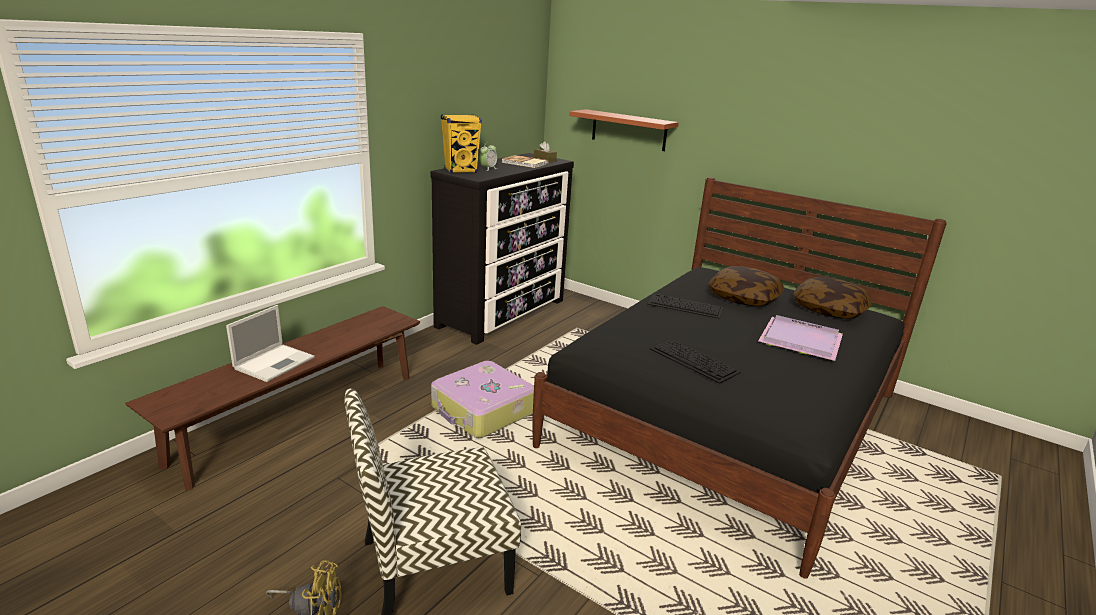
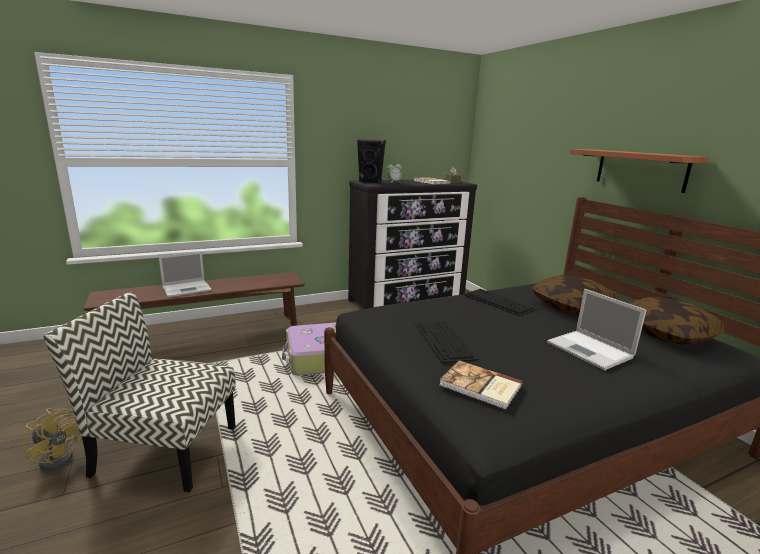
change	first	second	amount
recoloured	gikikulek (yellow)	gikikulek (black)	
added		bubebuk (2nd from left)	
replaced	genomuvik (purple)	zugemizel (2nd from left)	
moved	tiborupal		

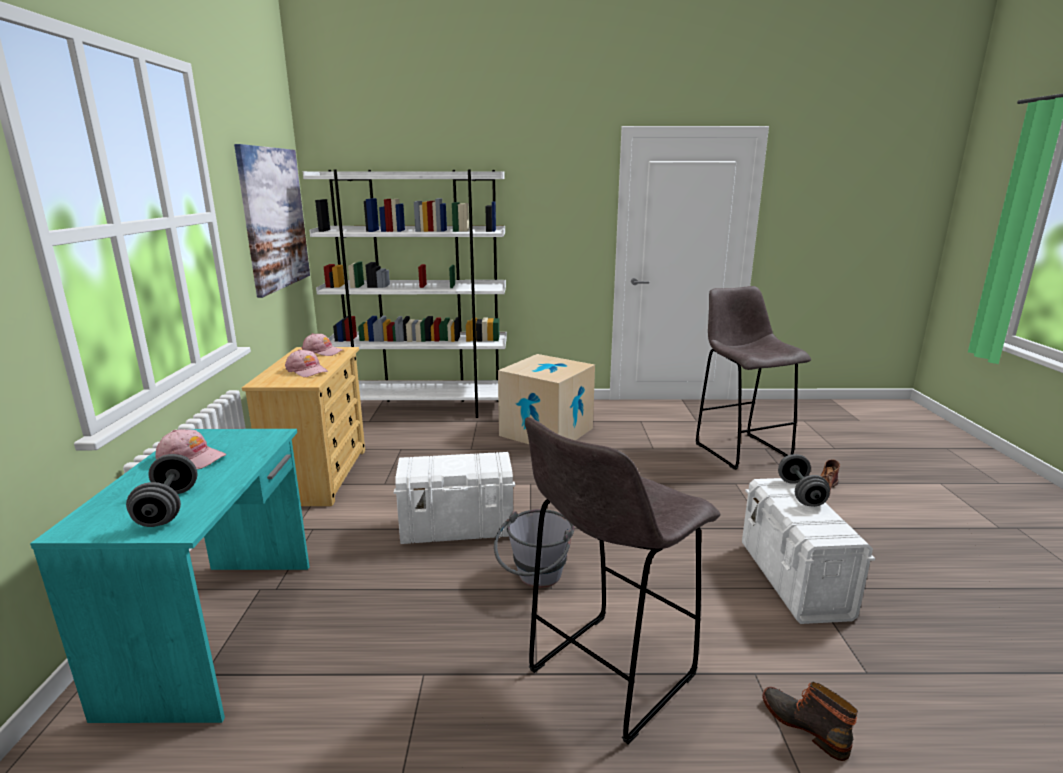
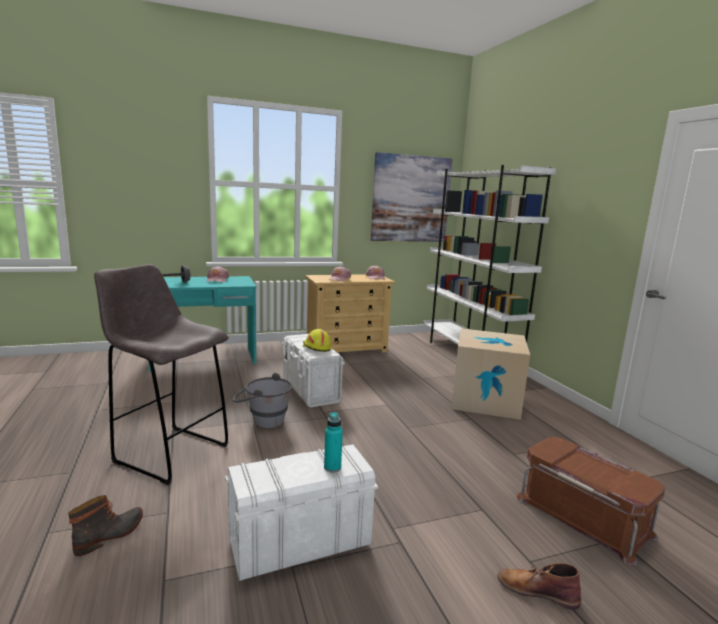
change	first	second	amount
added		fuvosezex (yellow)	
replaced	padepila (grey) (2nd from left)	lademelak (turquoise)	
replaced	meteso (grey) (2nd from left)	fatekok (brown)	

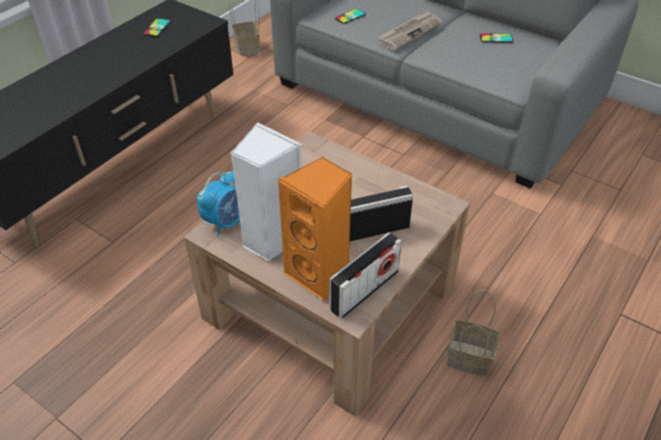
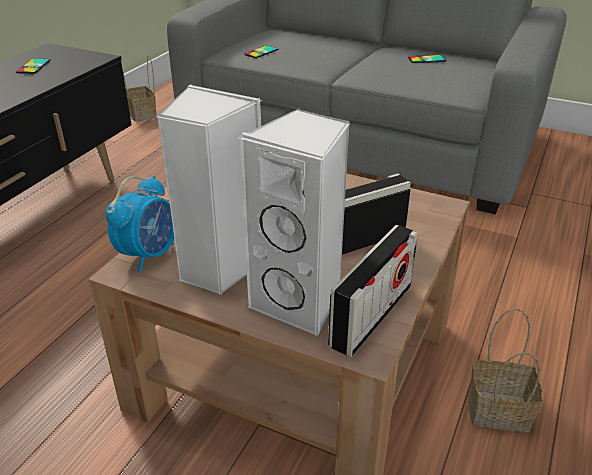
change	first	second	amount
recoloured	gikikulek (orange)	gikikulek (white) (2nd from left)	
removed	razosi		

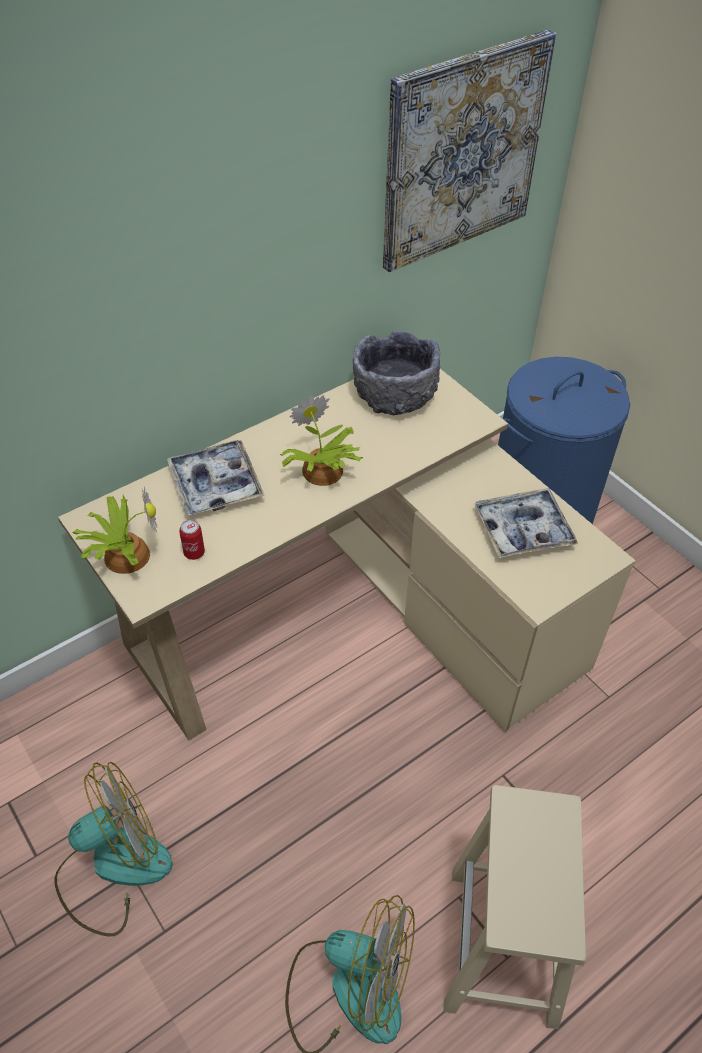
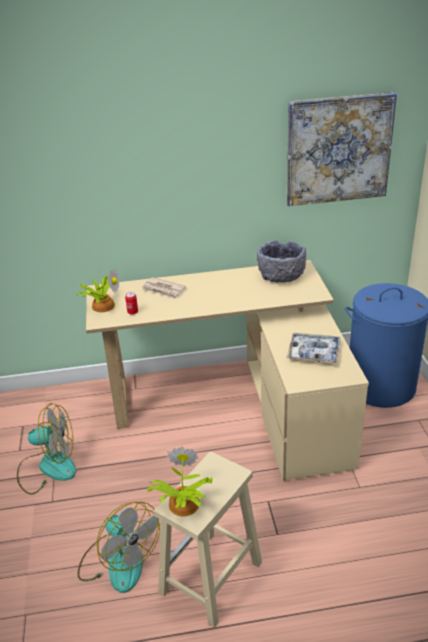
change	first	second	amount
replaced	genomuvik (1st from left)	razosi	
moved	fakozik (2nd from left)		

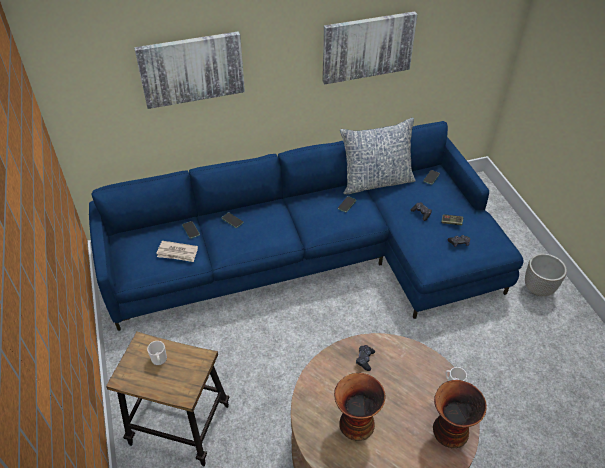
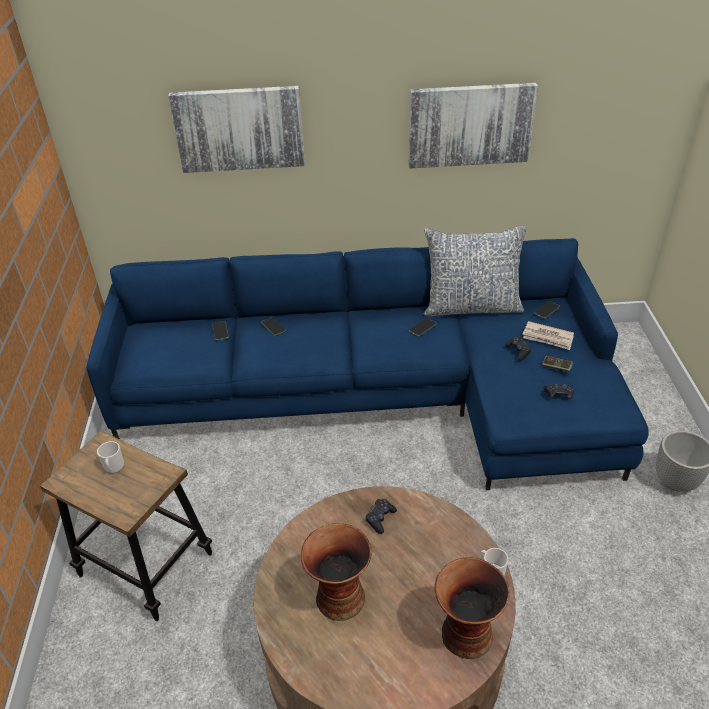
change	first	second	amount
moved	razosi		

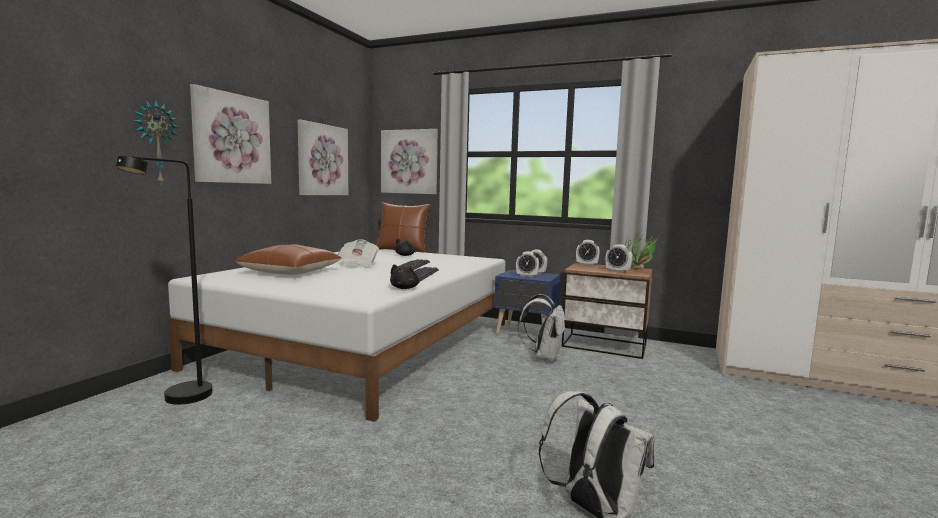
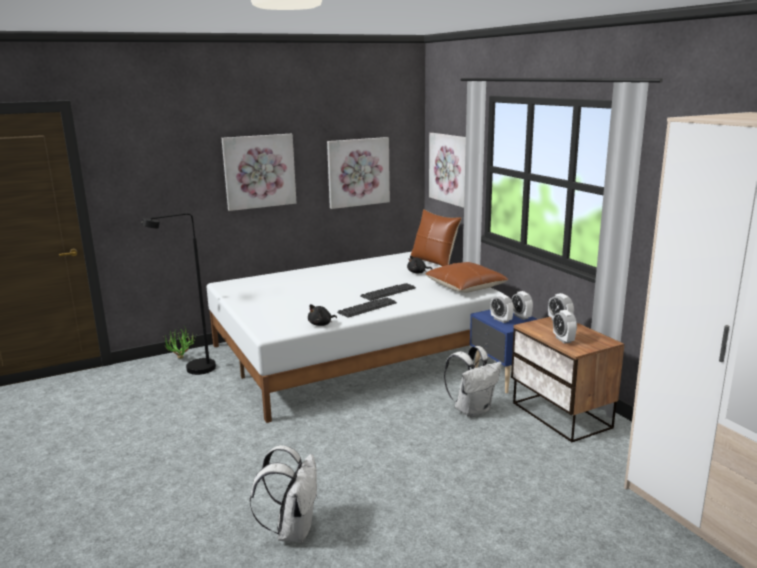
change	first	second	amount
moved	fakozik		
moved	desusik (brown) (1st from left in the first image)	desusik (brown) (2nd from left)	
removed	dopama		
removed	razosi		

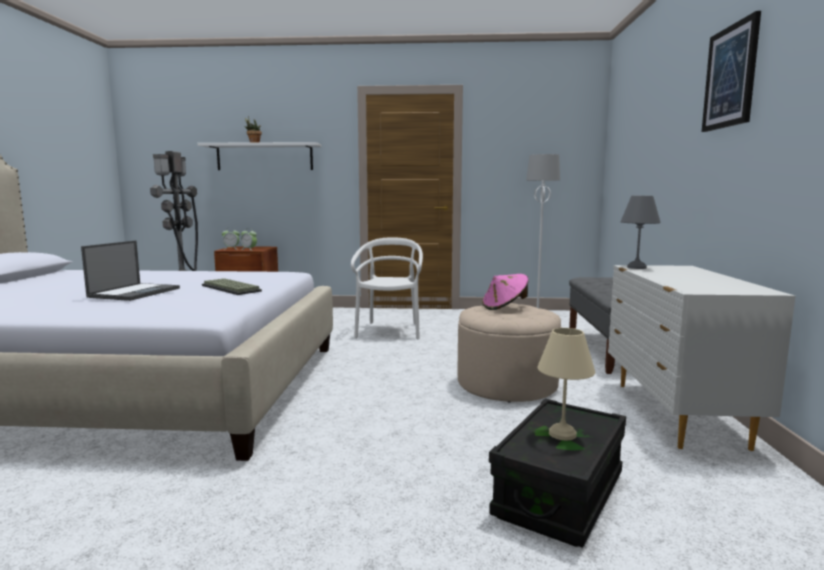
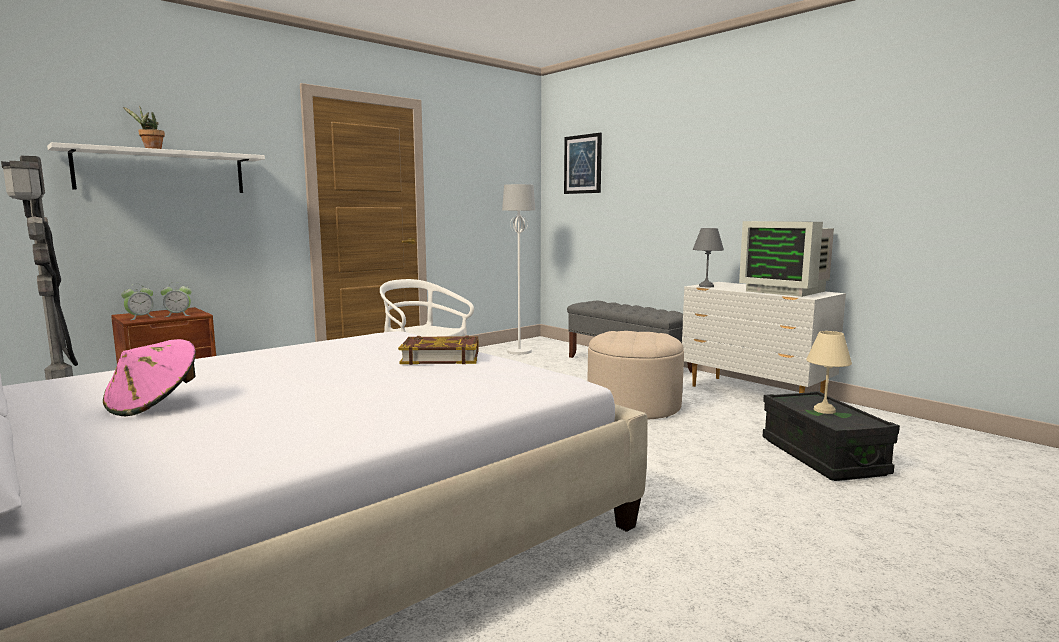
change	first	second	amount
moved	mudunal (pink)		
replaced	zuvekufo	bubebuk	
moved	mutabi		
added		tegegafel	
removed	zugemizel		

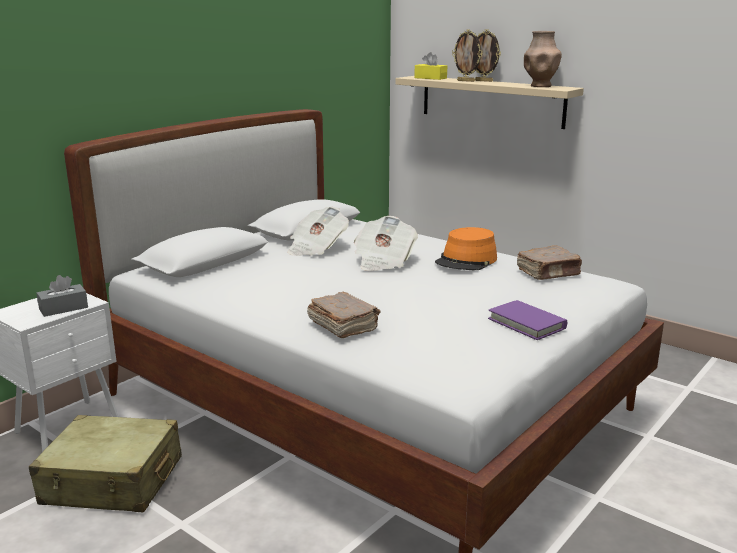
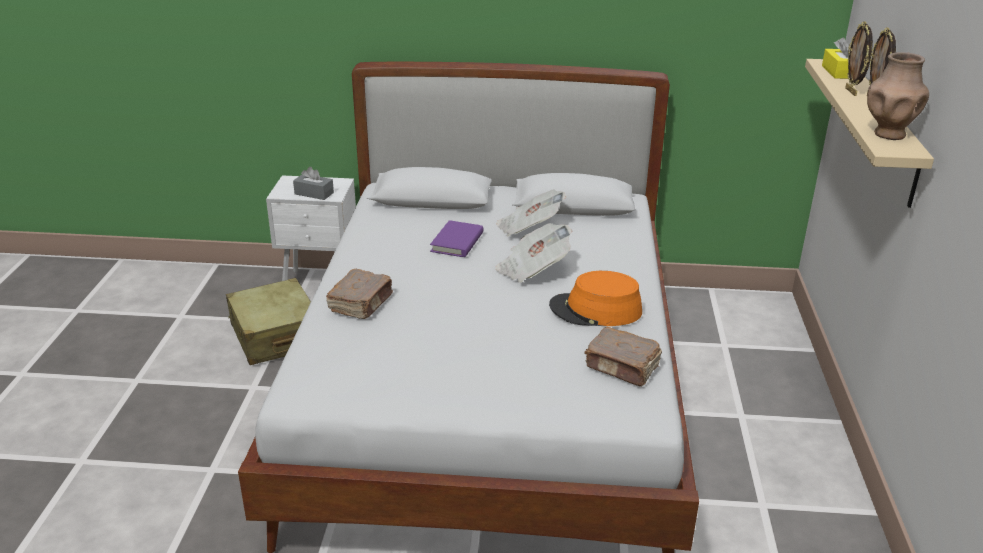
change	first	second	amount
moved	bubebuk (purple)		

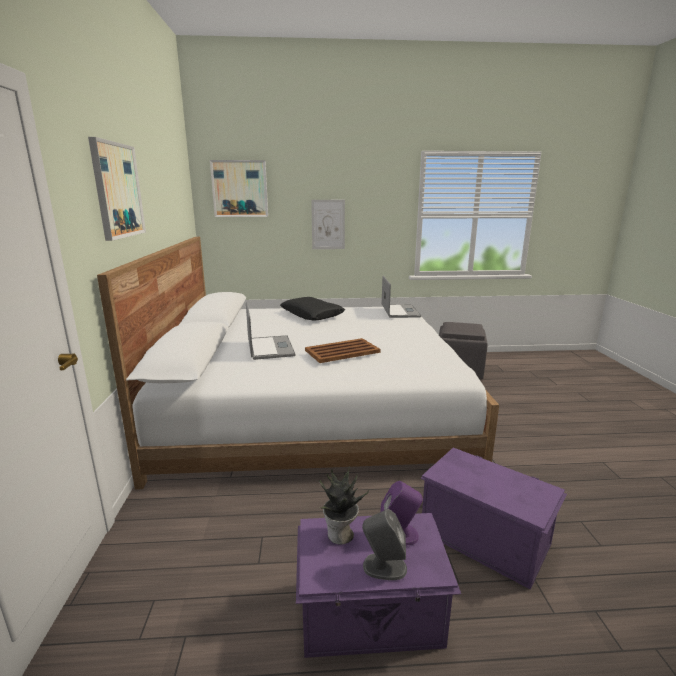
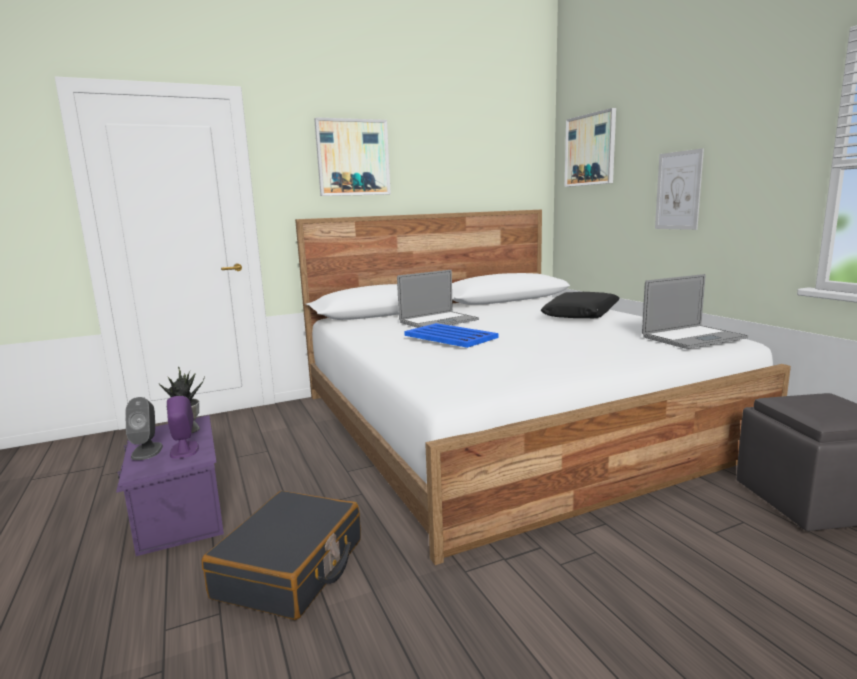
change	first	second	amount
replaced	fatekok (purple) (2nd from left)	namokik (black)	
recoloured	genomuvik (brown)	genomuvik (blue)	

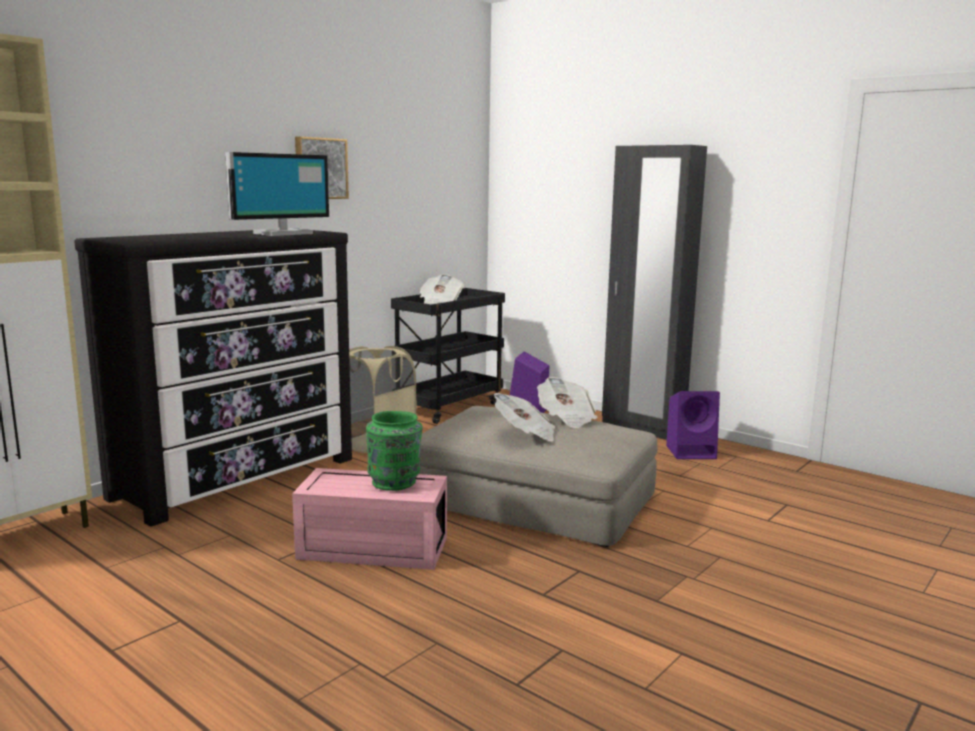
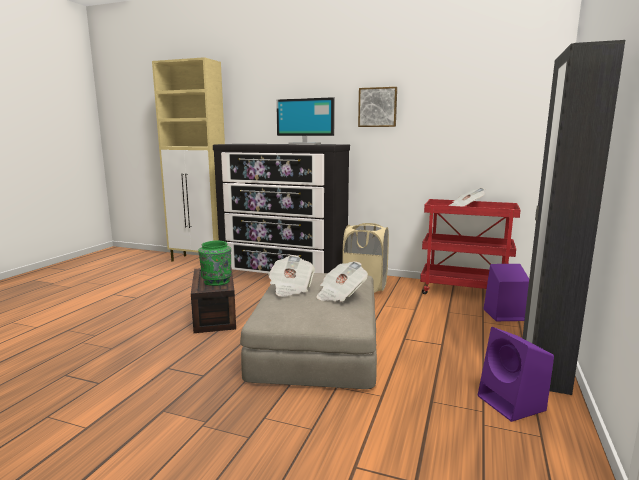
change	first	second	amount
recoloured	fatekok (pink)	fatekok (brown)	
recoloured	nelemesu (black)	nelemesu (red)	

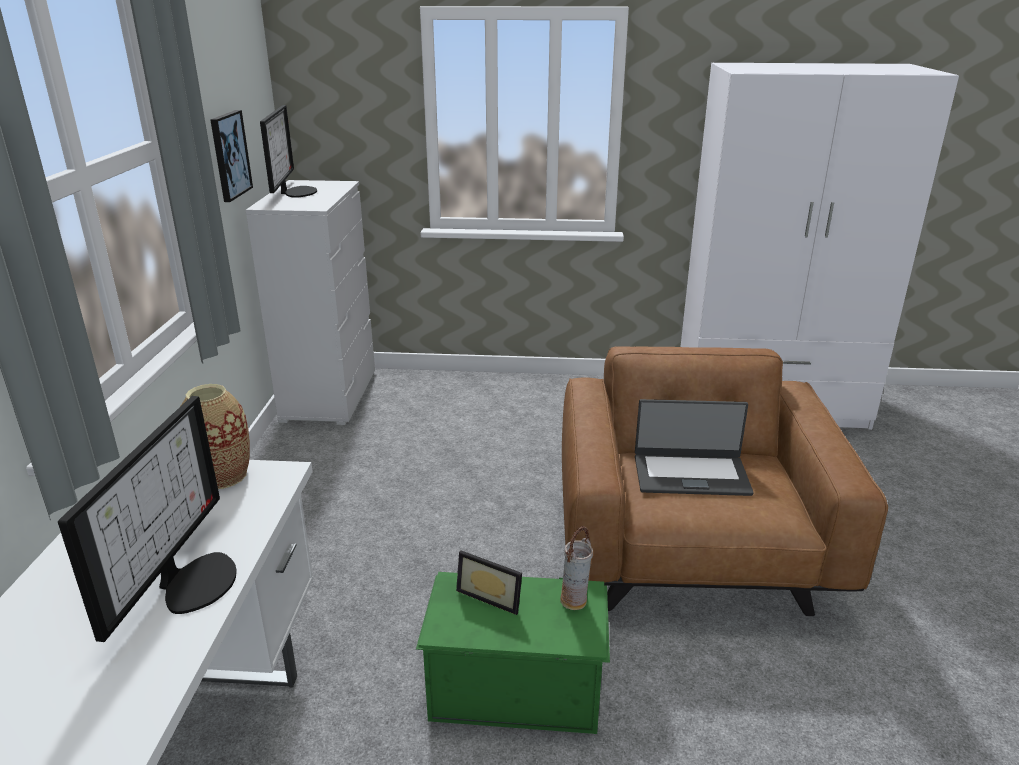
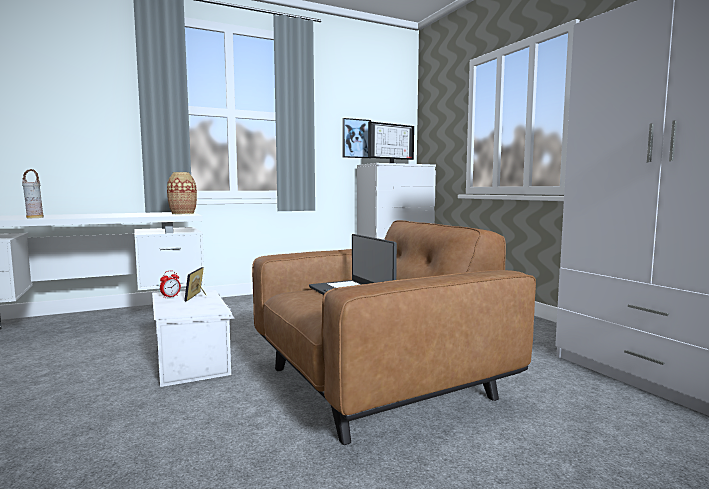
change	first	second	amount
moved	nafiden (2nd from left in the first image)	nafiden (1st from left)	
recoloured	fatekok (green)	fatekok (white)	
added		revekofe	
removed	tegegafel (1st from left)		

